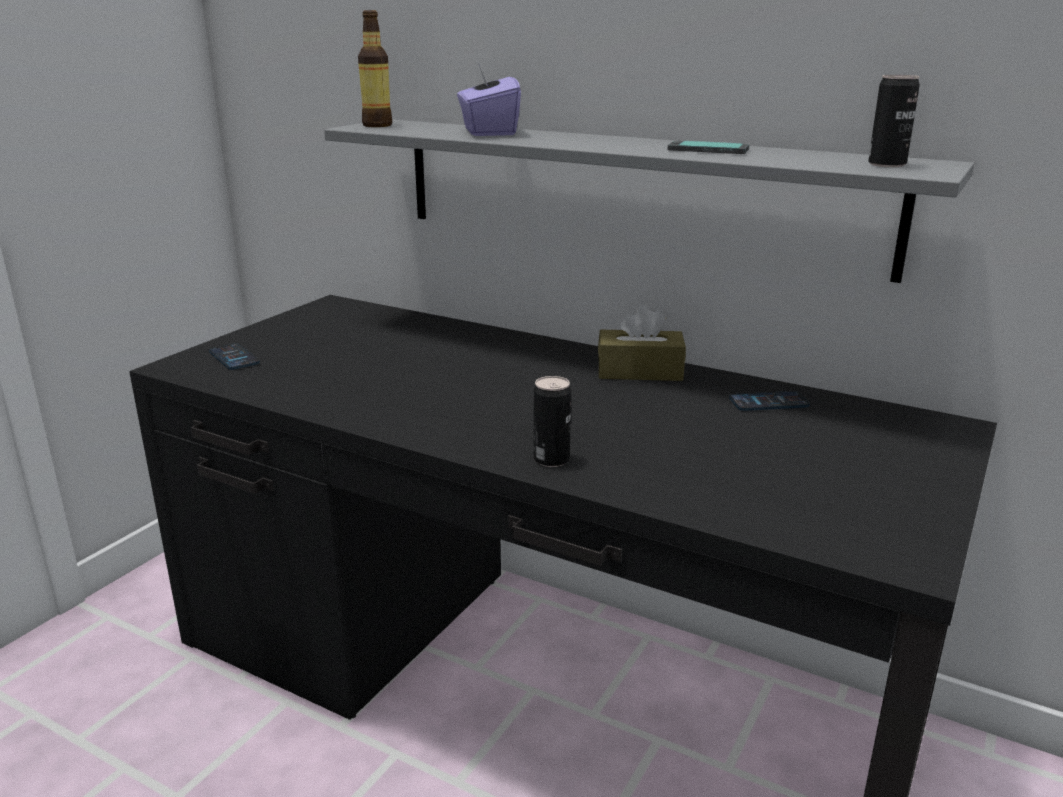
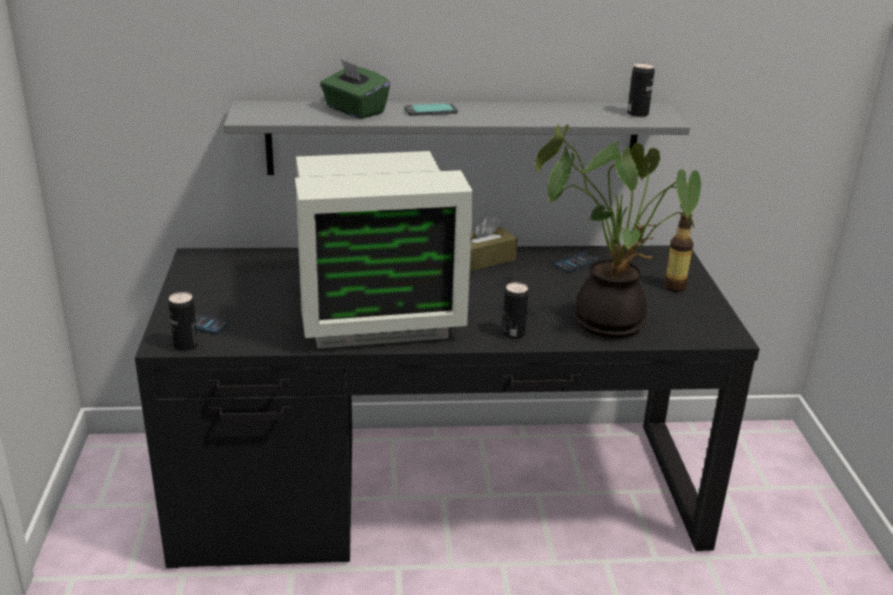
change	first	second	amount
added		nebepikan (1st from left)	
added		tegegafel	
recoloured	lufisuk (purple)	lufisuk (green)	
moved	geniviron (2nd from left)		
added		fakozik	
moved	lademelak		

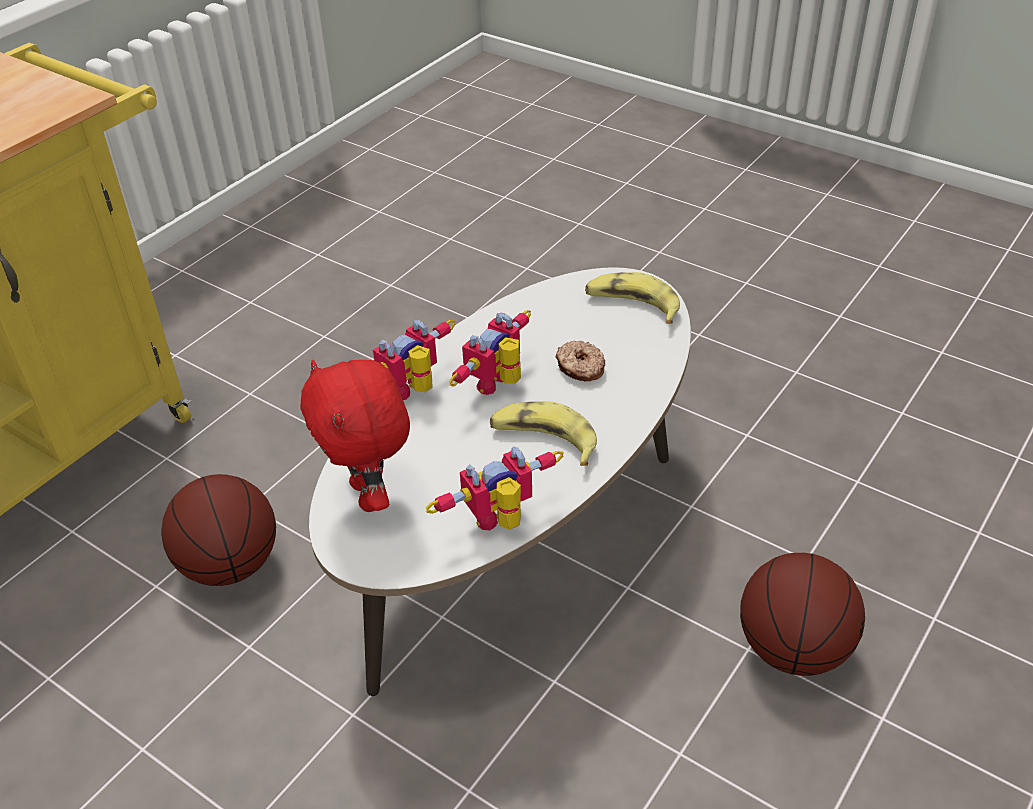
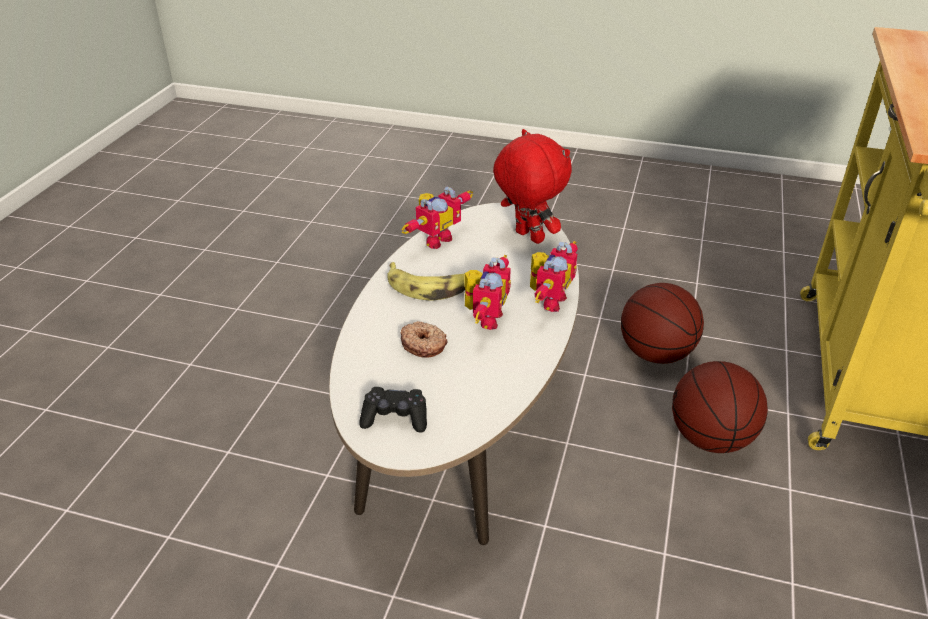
change	first	second	amount
replaced	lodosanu (2nd from left)	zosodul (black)	
moved	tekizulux (2nd from left)		

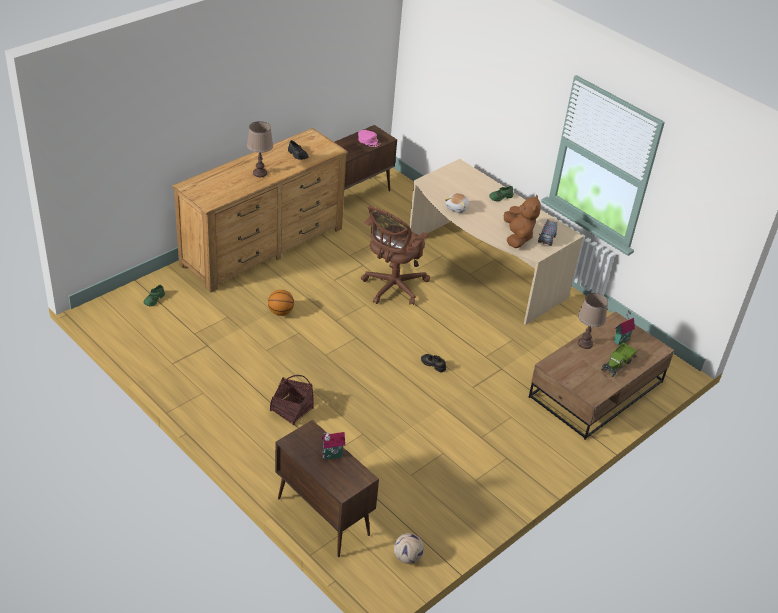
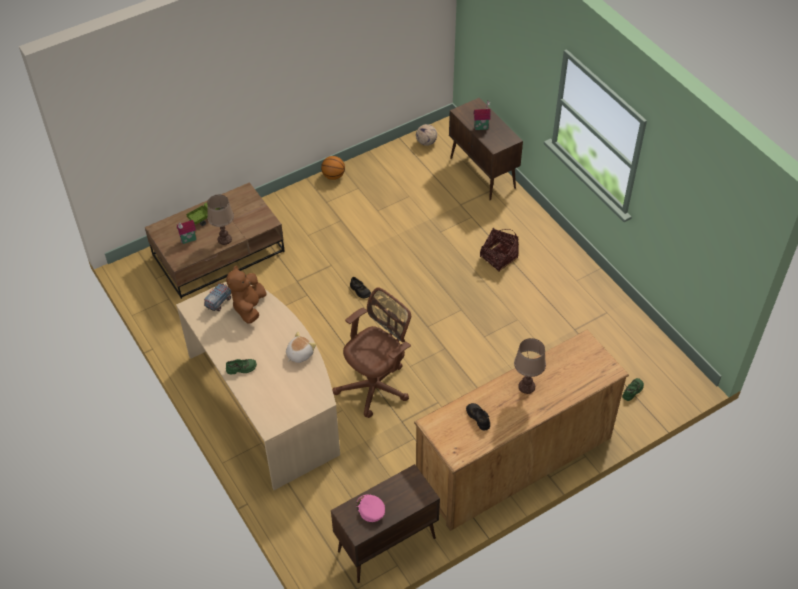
change	first	second	amount
moved	tekizulux		

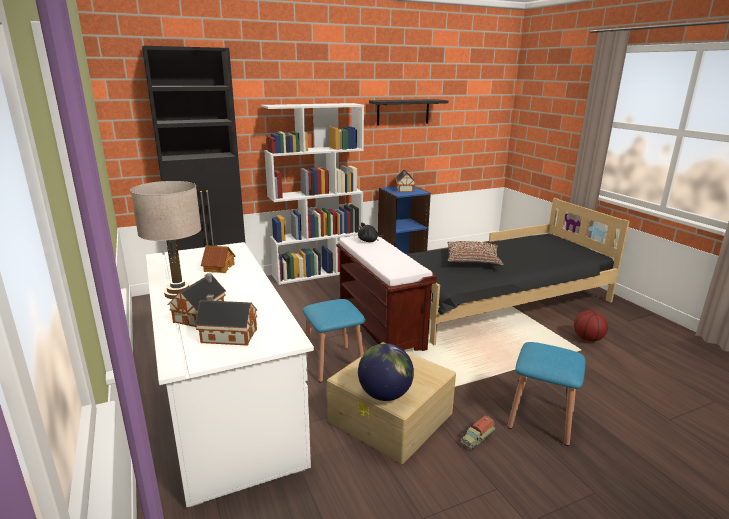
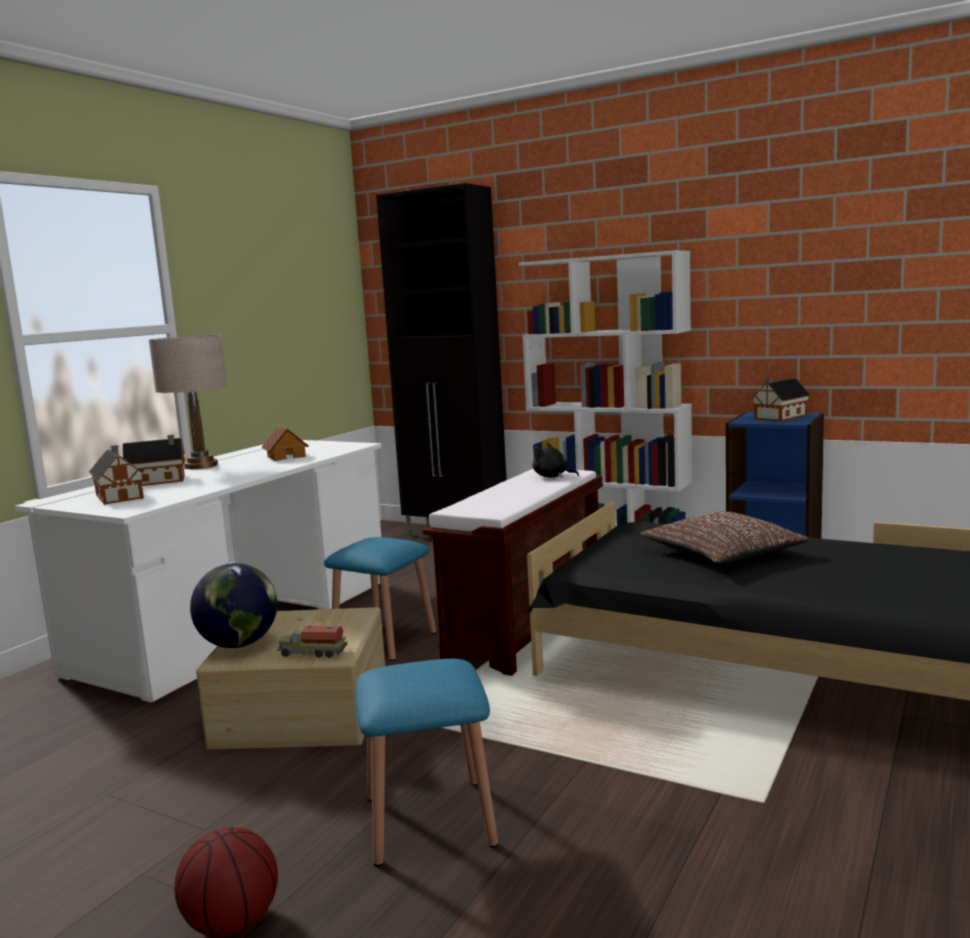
change	first	second	amount
moved	tekizulux		
moved	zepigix		
removed	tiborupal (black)		

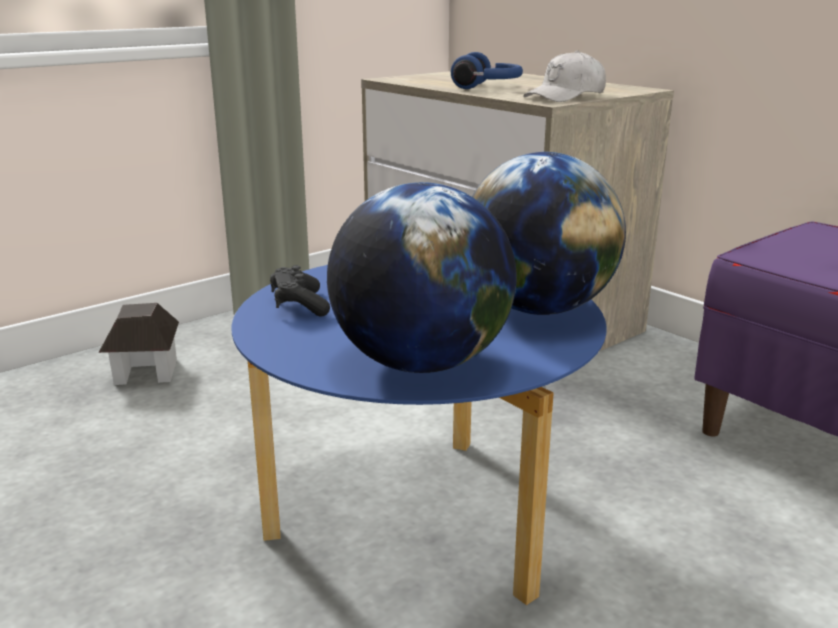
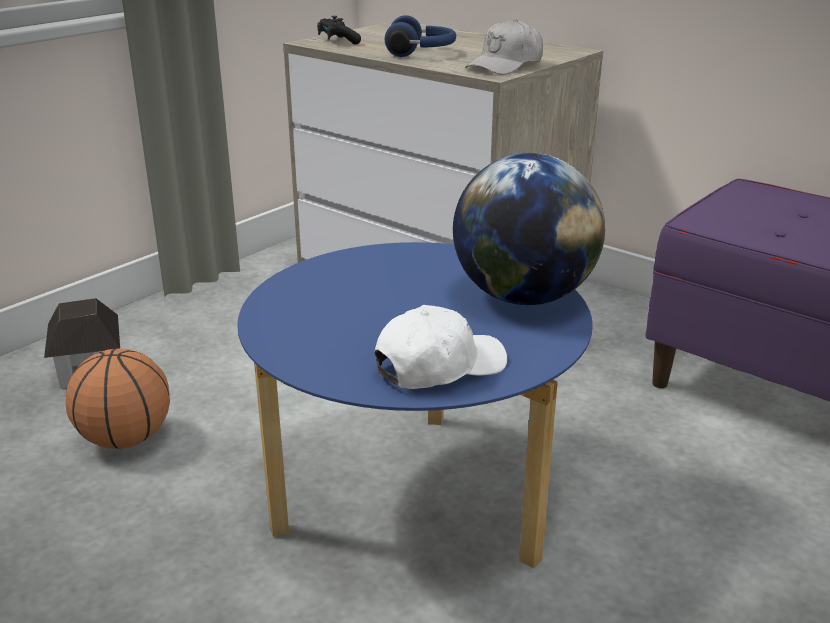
change	first	second	amount
added		tekizulux	
moved	zosodul (black)		
replaced	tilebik (1st from left)	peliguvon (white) (1st from left)	

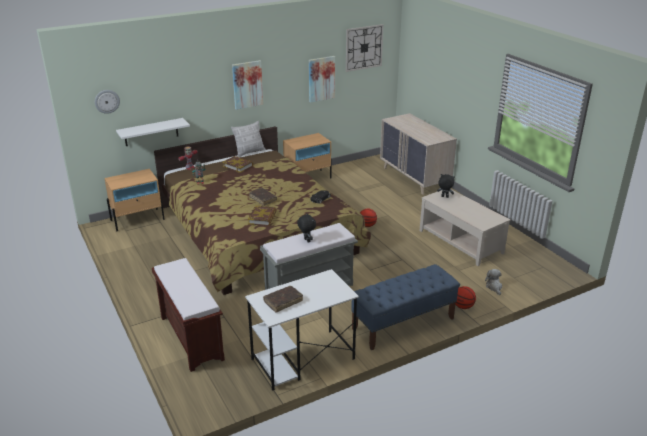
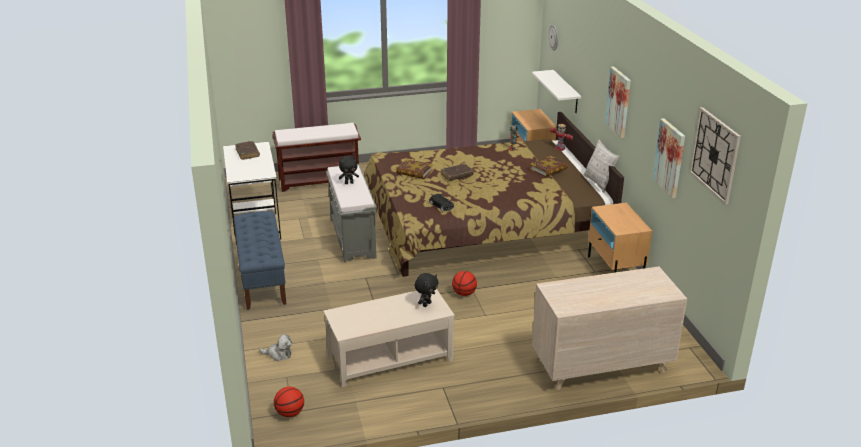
change	first	second	amount
moved	tekizulux (2nd from left in the first image)	tekizulux (1st from left)	

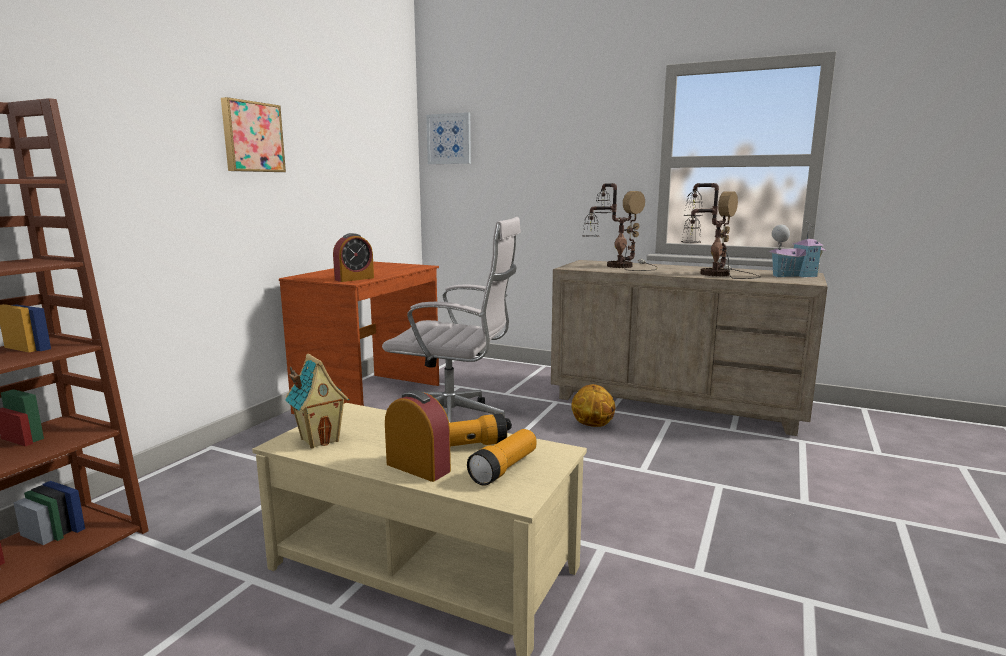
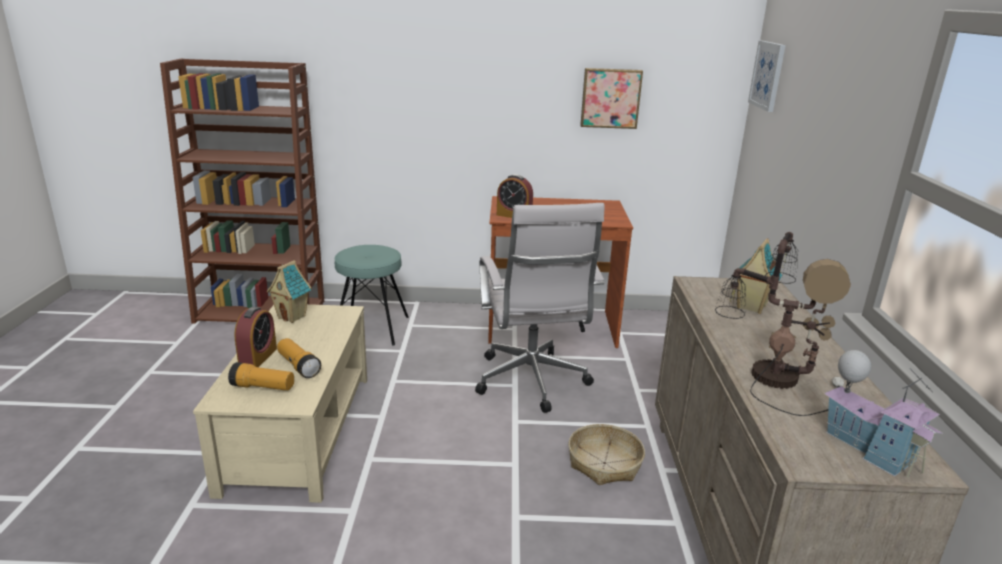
change	first	second	amount
added		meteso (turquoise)	
replaced	tekizulux	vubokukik	
moved	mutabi (1st from left)		
replaced	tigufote (1st from left)	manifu (2nd from left)	

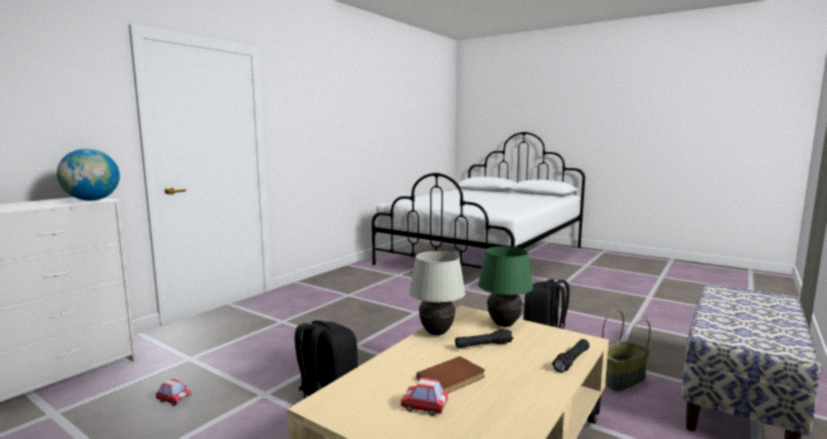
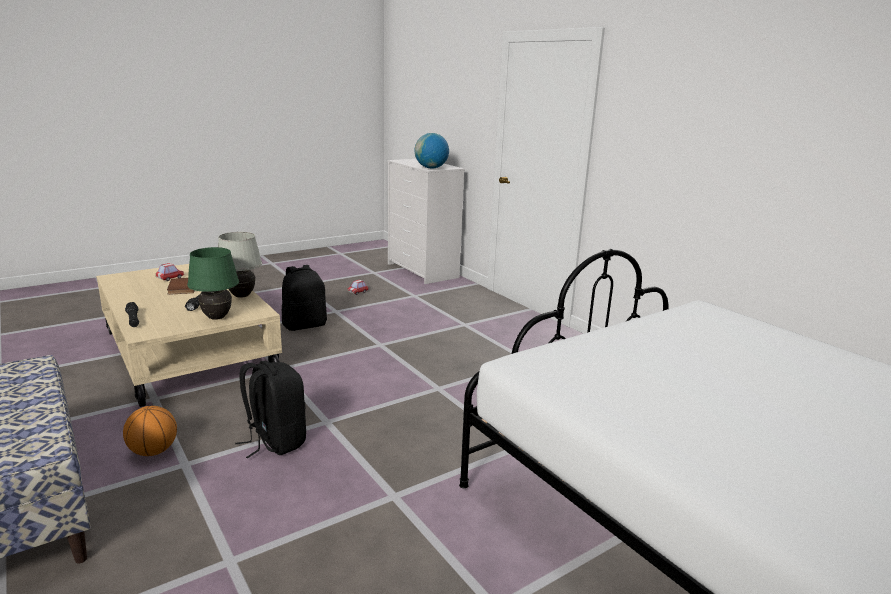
change	first	second	amount
replaced	vubokukik	tekizulux	

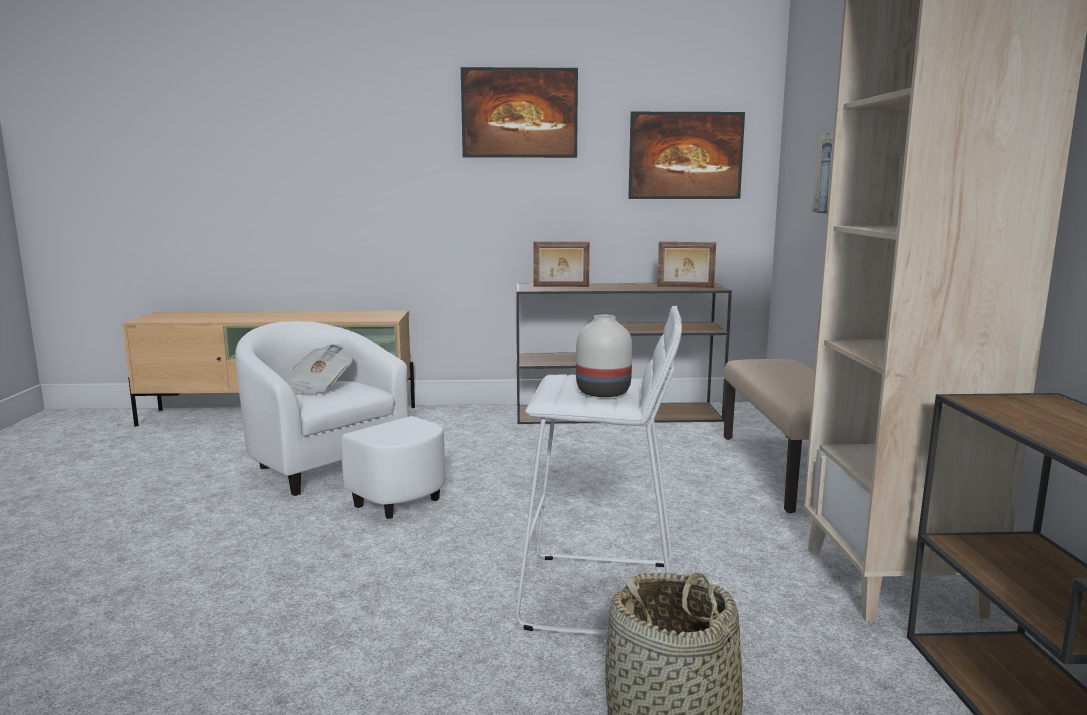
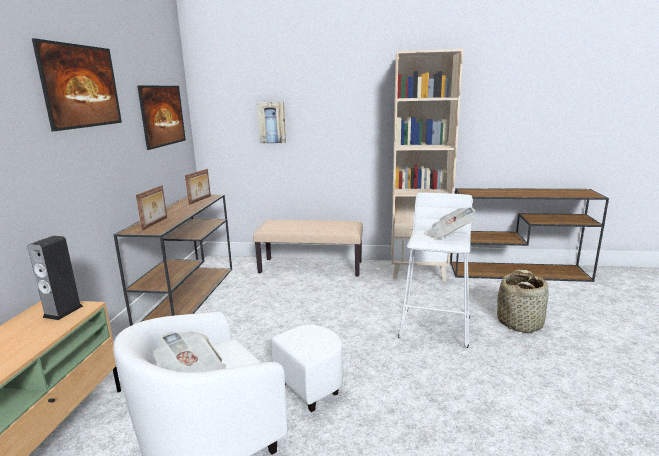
change	first	second	amount
added		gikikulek	
replaced	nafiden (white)	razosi (2nd from left)	

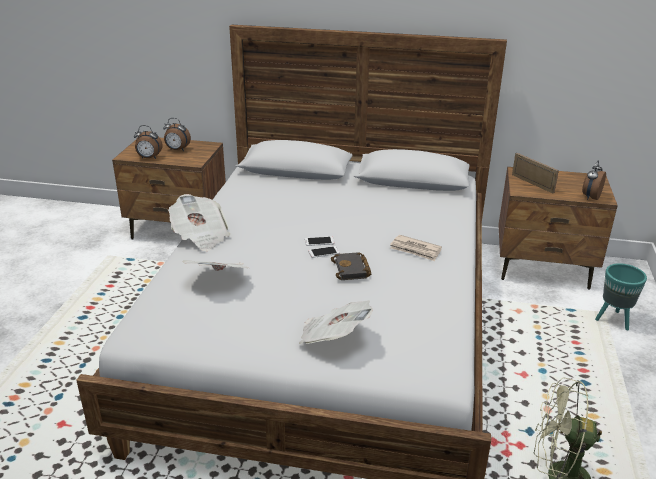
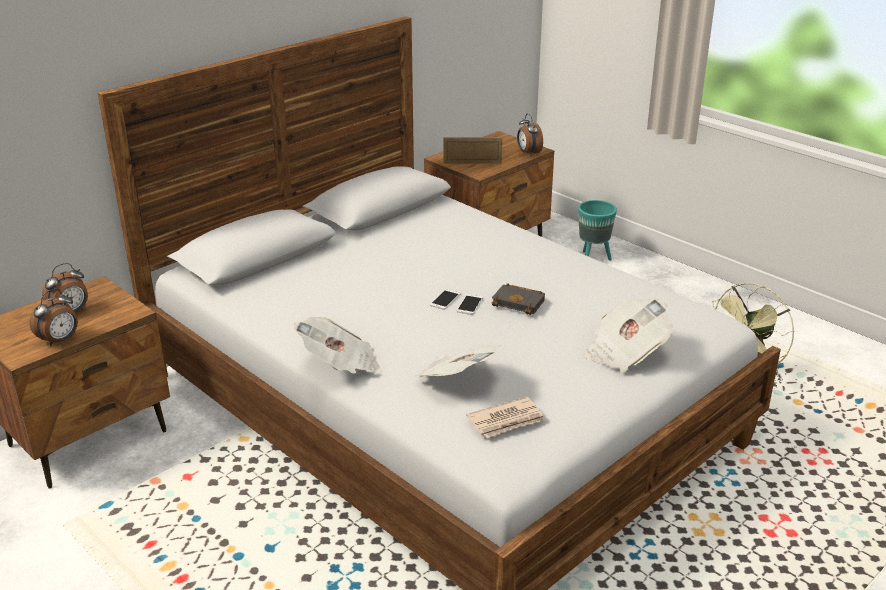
change	first	second	amount
moved	razosi (4th from left in the first image)	razosi (3rd from left)	

